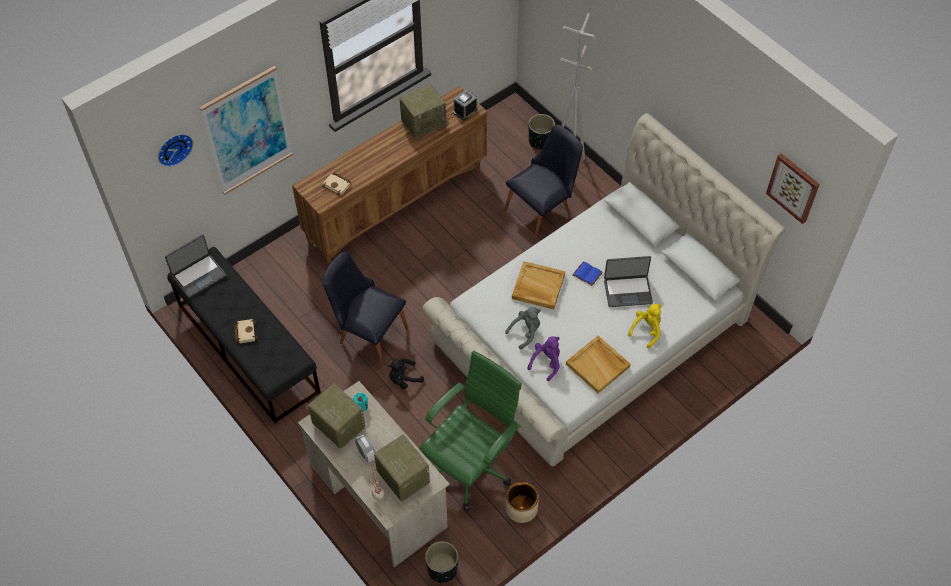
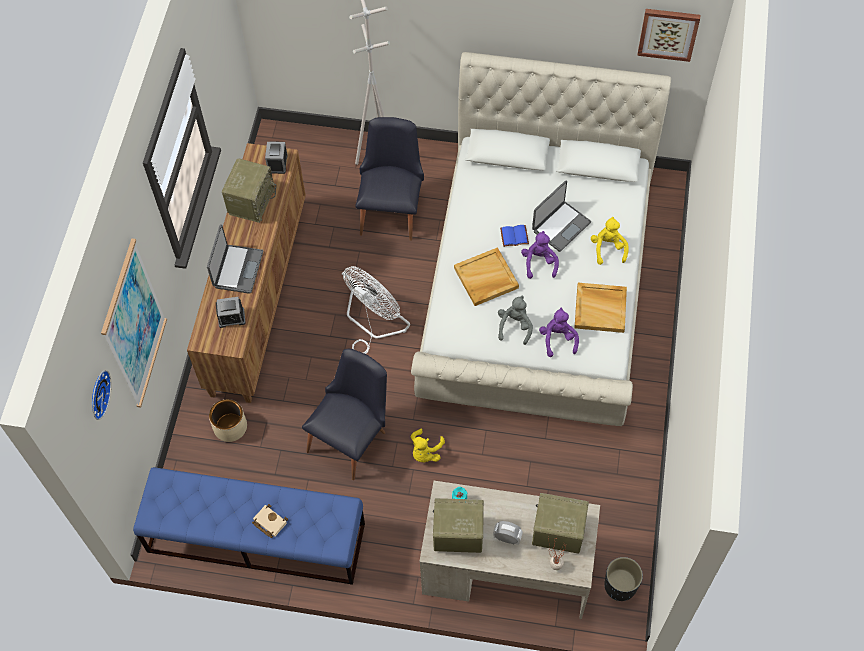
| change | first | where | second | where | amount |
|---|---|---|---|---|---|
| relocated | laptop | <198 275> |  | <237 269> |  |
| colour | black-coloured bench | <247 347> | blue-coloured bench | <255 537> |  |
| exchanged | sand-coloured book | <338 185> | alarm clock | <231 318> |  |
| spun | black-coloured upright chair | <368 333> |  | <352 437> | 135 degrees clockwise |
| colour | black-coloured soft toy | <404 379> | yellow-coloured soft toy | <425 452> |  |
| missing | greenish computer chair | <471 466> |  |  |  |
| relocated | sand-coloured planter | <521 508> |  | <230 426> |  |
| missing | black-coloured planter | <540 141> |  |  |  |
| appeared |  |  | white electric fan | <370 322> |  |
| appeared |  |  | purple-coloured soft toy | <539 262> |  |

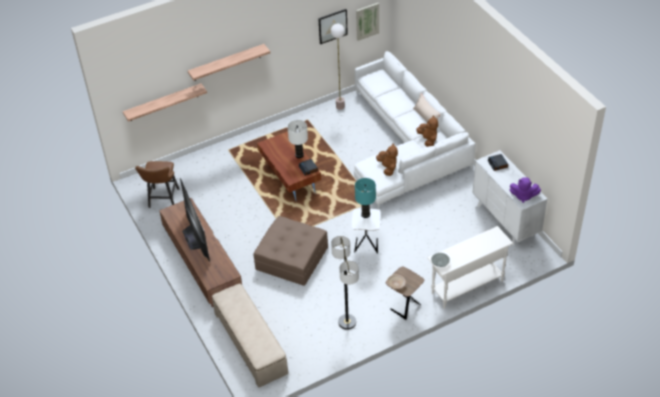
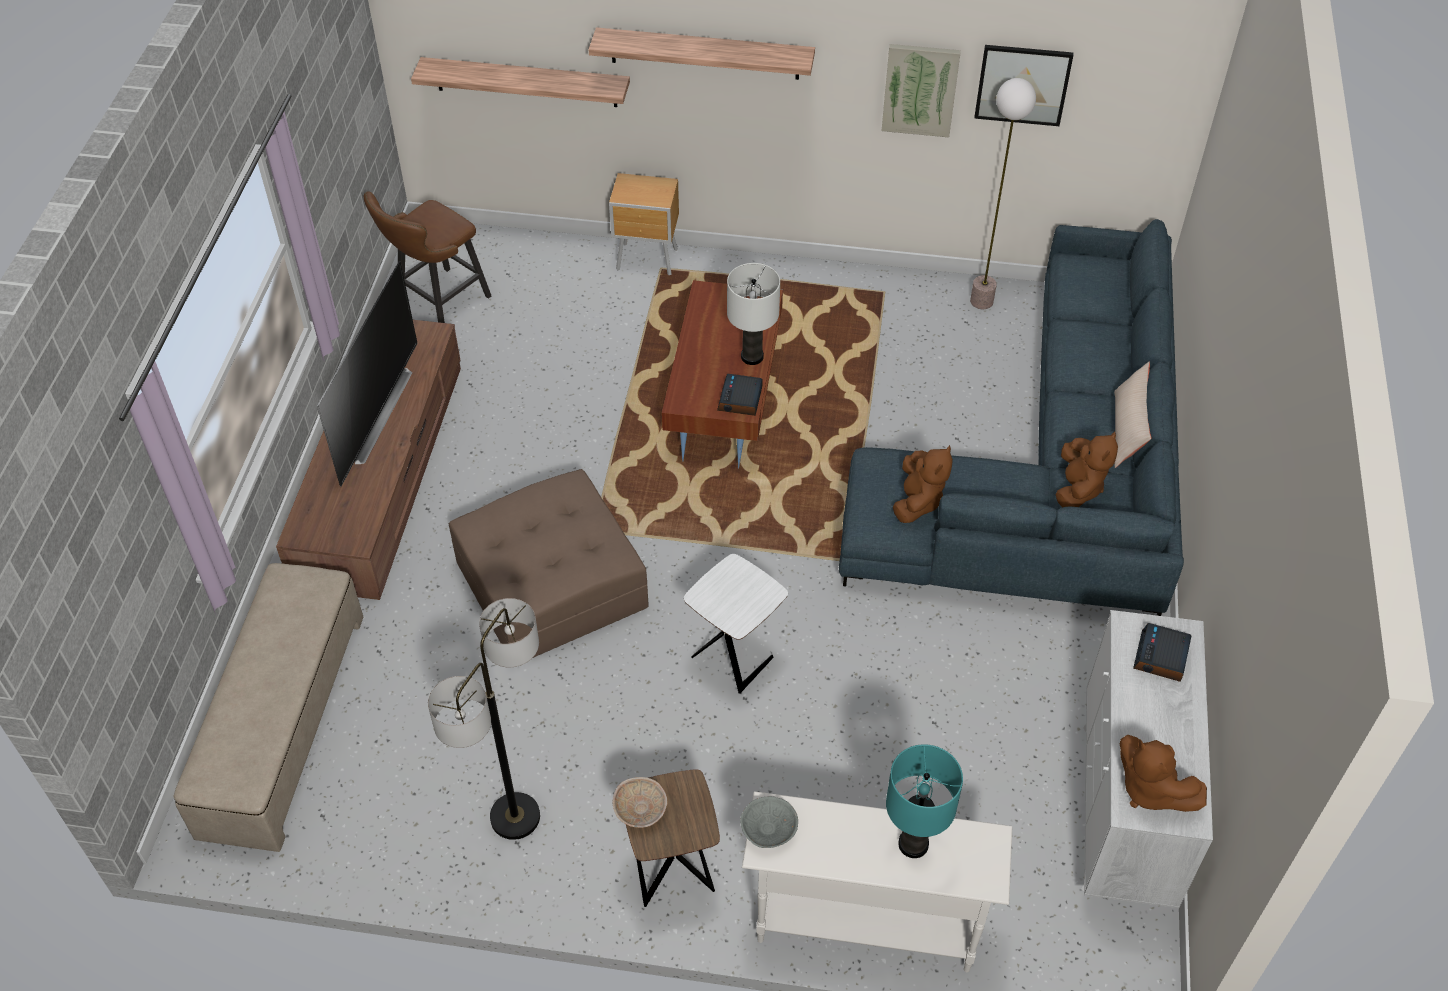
| change | first | where | second | where | amount |
|---|---|---|---|---|---|
| colour | white sofa | <406 144> | blue-coloured sofa | <1050 471> |  |
| relocated | blue-green tabletop lamp | <365 214> |  | <912 844> |  |
| relocated | wall art | <367 21> |  | <920 89> |  |
| colour | purple-coloured soft toy | <523 196> | brown soft toy | <1150 789> |  |
| appeared |  |  | brown nightstand | <648 260> |  |

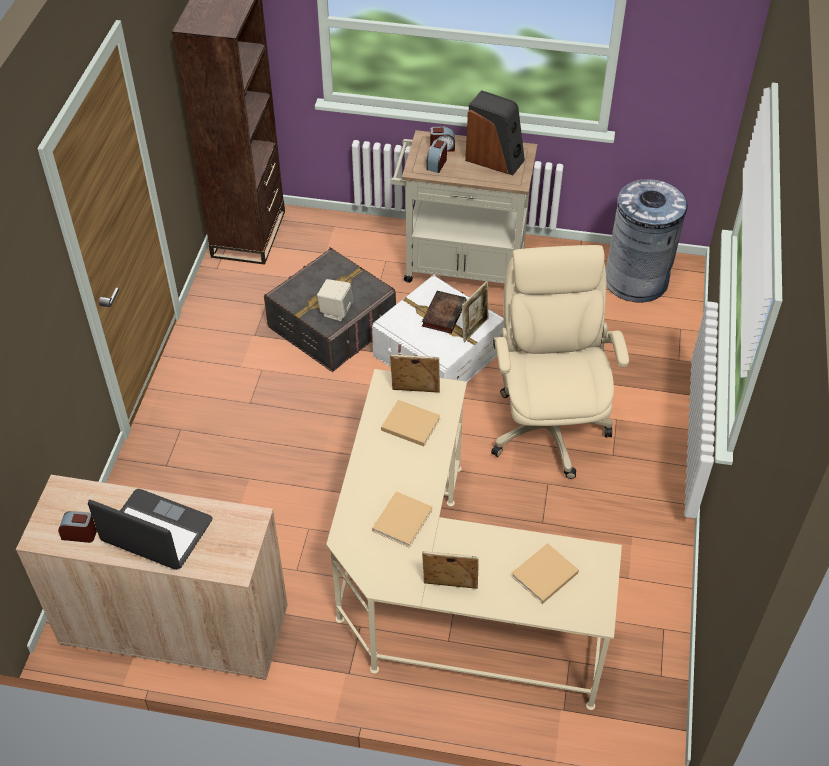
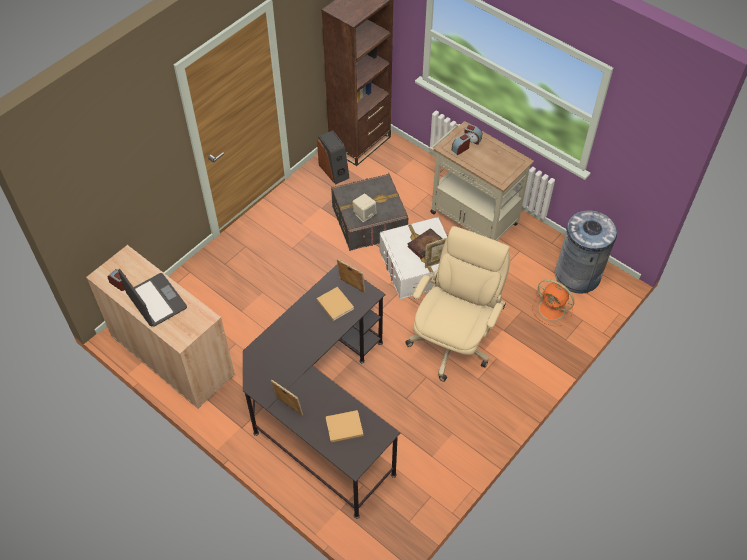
| change | first | where | second | where | amount |
|---|---|---|---|---|---|
| colour | sand-coloured desk table | <444 592> | black-coloured desk table | <322 410> |  |
| missing | sand-coloured book | <403 519> |  |  |  |
| relocated | speaker | <495 159> |  | <334 170> |  |
| appeared |  |  | orange electric fan | <553 310> |  |

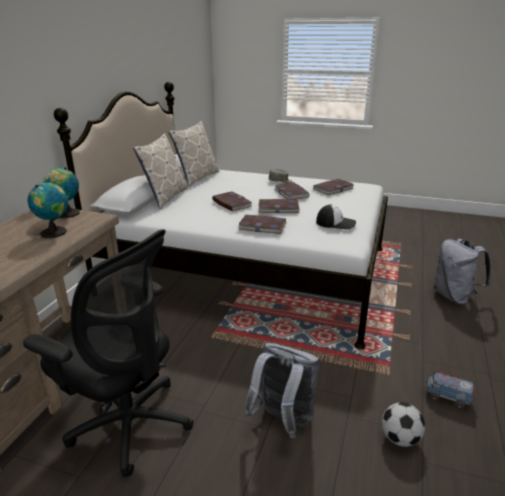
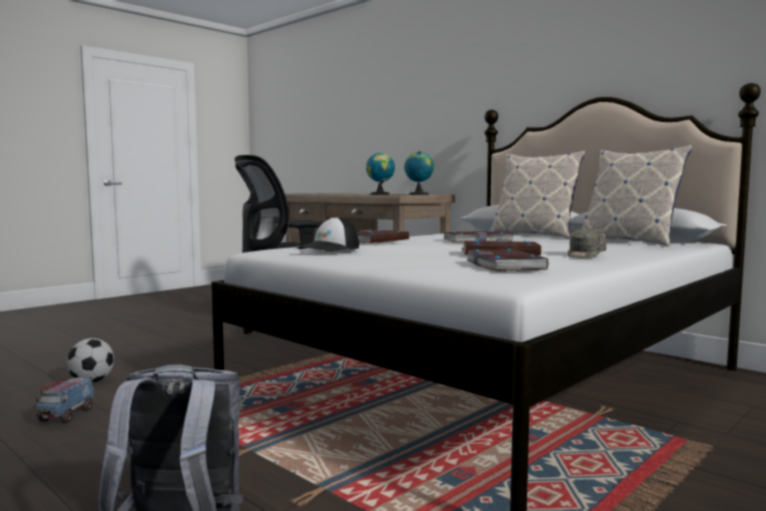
| change | first | where | second | where | amount |
|---|---|---|---|---|---|
| missing | gray backpack | <283 421> |  |  |  |
| missing | book | <278 208> |  |  |  |
| spun | toy truck | <447 398> |  | <66 415> | 135 degrees clockwise |

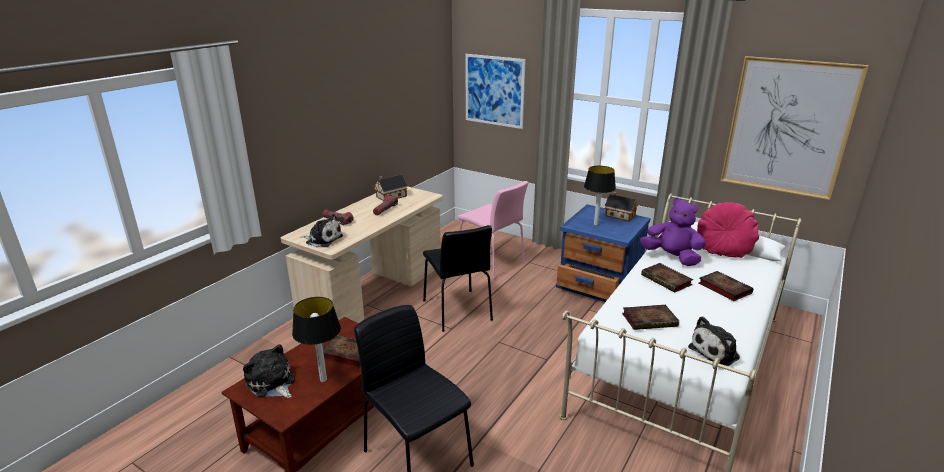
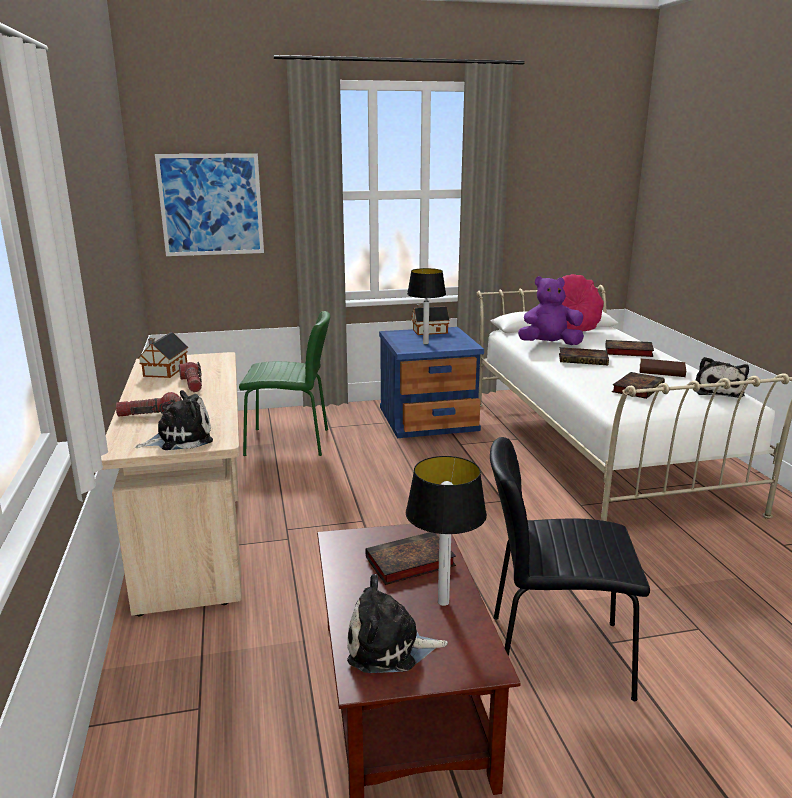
| change | first | where | second | where | amount |
|---|---|---|---|---|---|
| missing | black-coloured upright chair | <458 311> |  |  |  |
| colour | pink-coloured upright chair | <492 263> | greenish upright chair | <291 442> |  |
| missing | wall art | <788 127> |  |  |  |
| appeared |  |  | brown book | <662 371> |  |

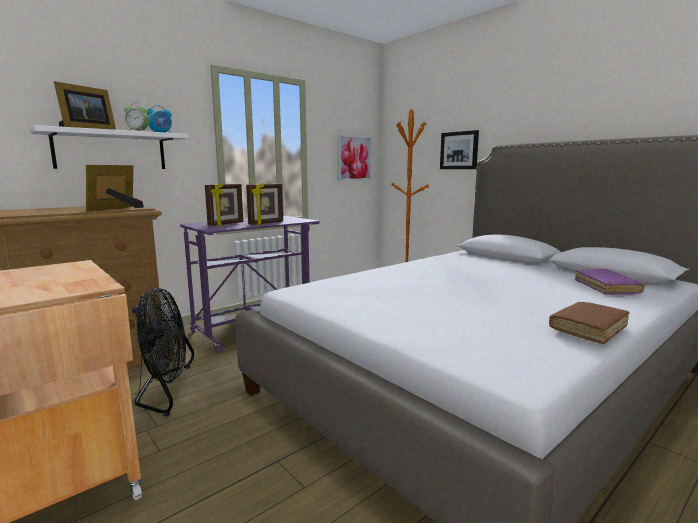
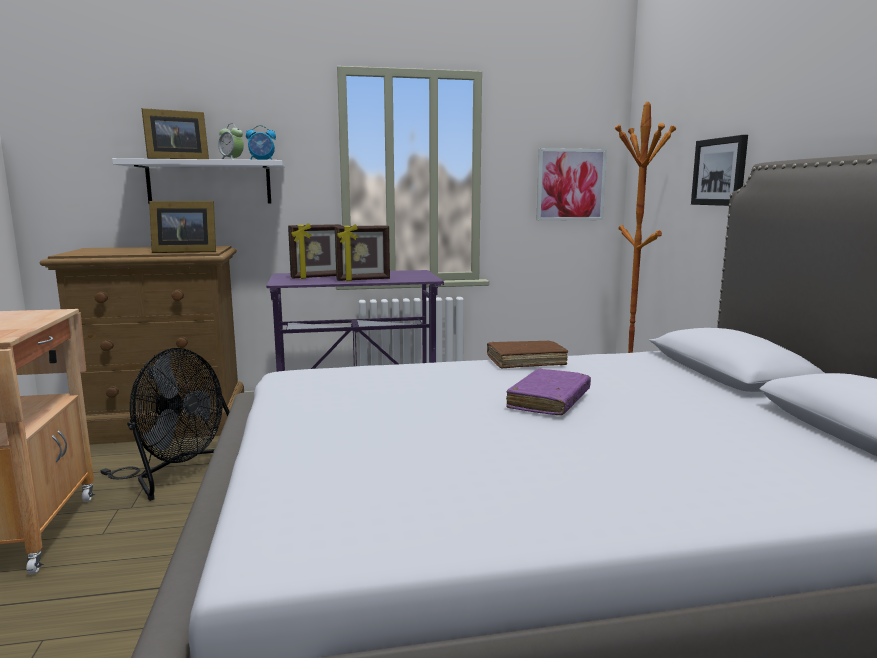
| change | first | where | second | where | amount |
|---|---|---|---|---|---|
| spun | photo frame | <117 209> |  | <183 252> | 150 degrees counterclockwise |
| relocated | brown book | <588 329> |  | <526 361> |  |
| relocated | purple-coloured book | <606 288> |  | <549 401> |  |

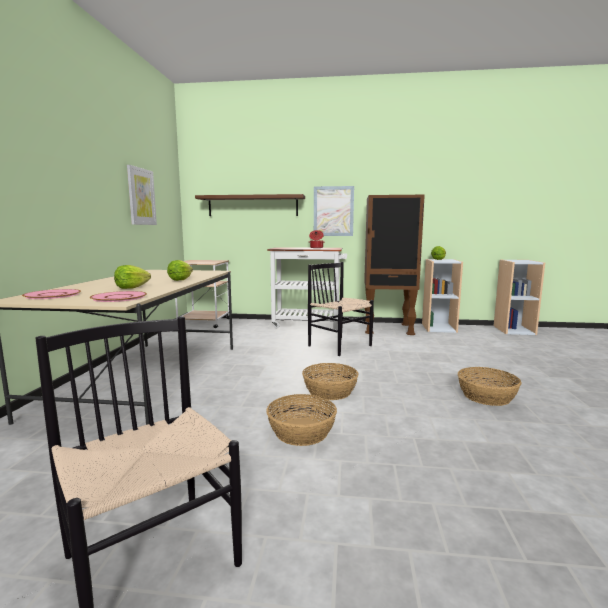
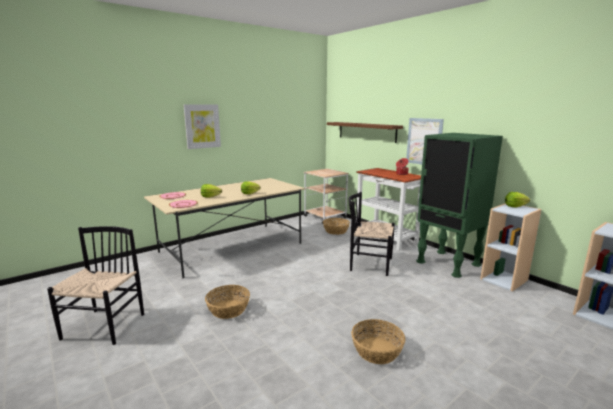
| change | first | where | second | where | amount |
|---|---|---|---|---|---|
| relocated | wall art | <141 196> |  | <202 126> |  |
| relocated | household basket | <329 391> |  | <335 231> |  |
| spun | black-coloured upright chair | <338 345> |  | <369 264> | 75 degrees counterclockwise |
| colour | brown cupboard | <388 328> | greenish cupboard | <448 263> |  |

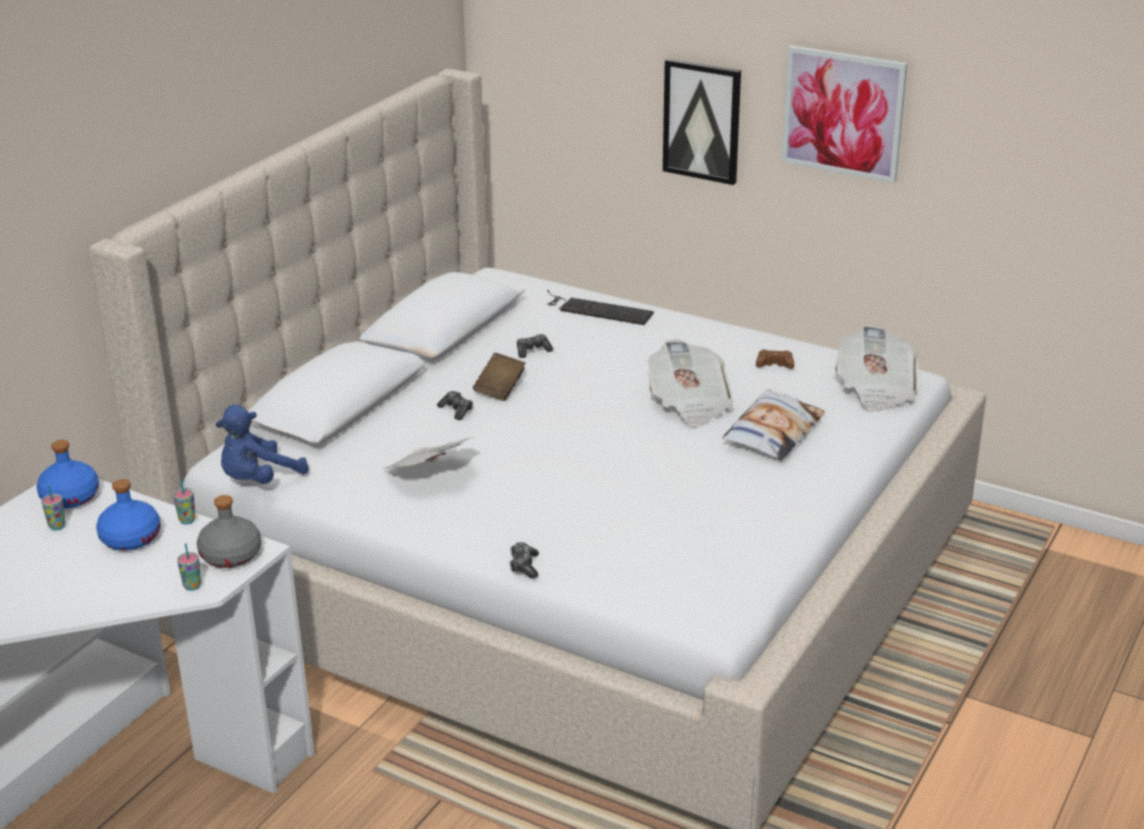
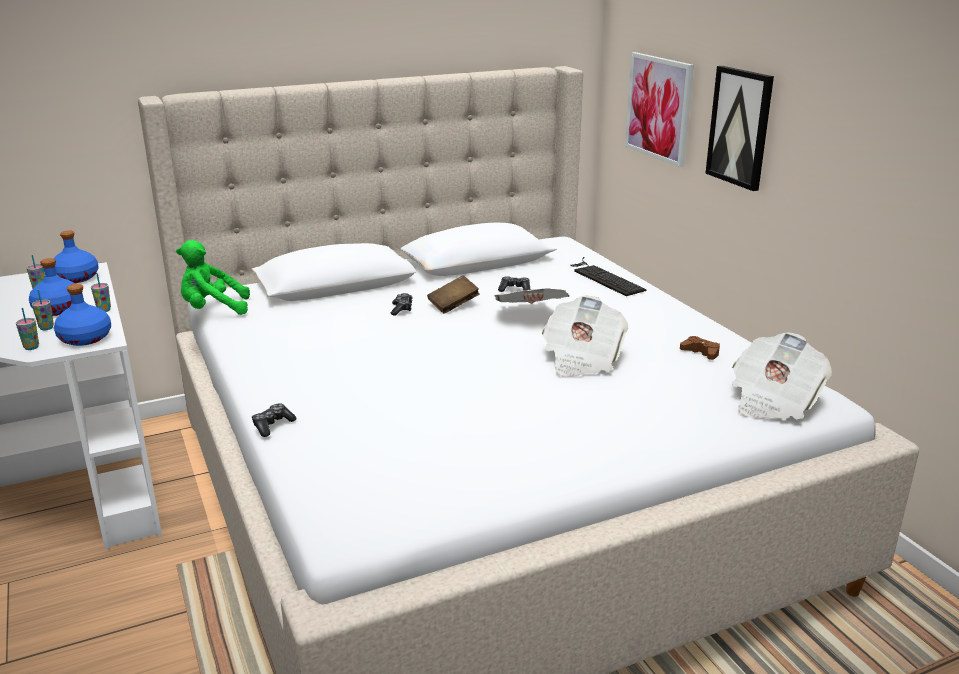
| change | first | where | second | where | amount |
|---|---|---|---|---|---|
| colour | gray bottle | <231 556> | blue-coloured bottle | <84 338> |  |
| colour | blue-coloured soft toy | <258 480> | greenish soft toy | <213 310> |  |
| relocated | printed paper | <429 474> |  | <530 316> |  |
| missing | cushion | <772 432> |  |  |  |
| relocated | wall art | <843 113> |  | <659 108> |  |
| appeared |  |  | cup | <46 328> |  |

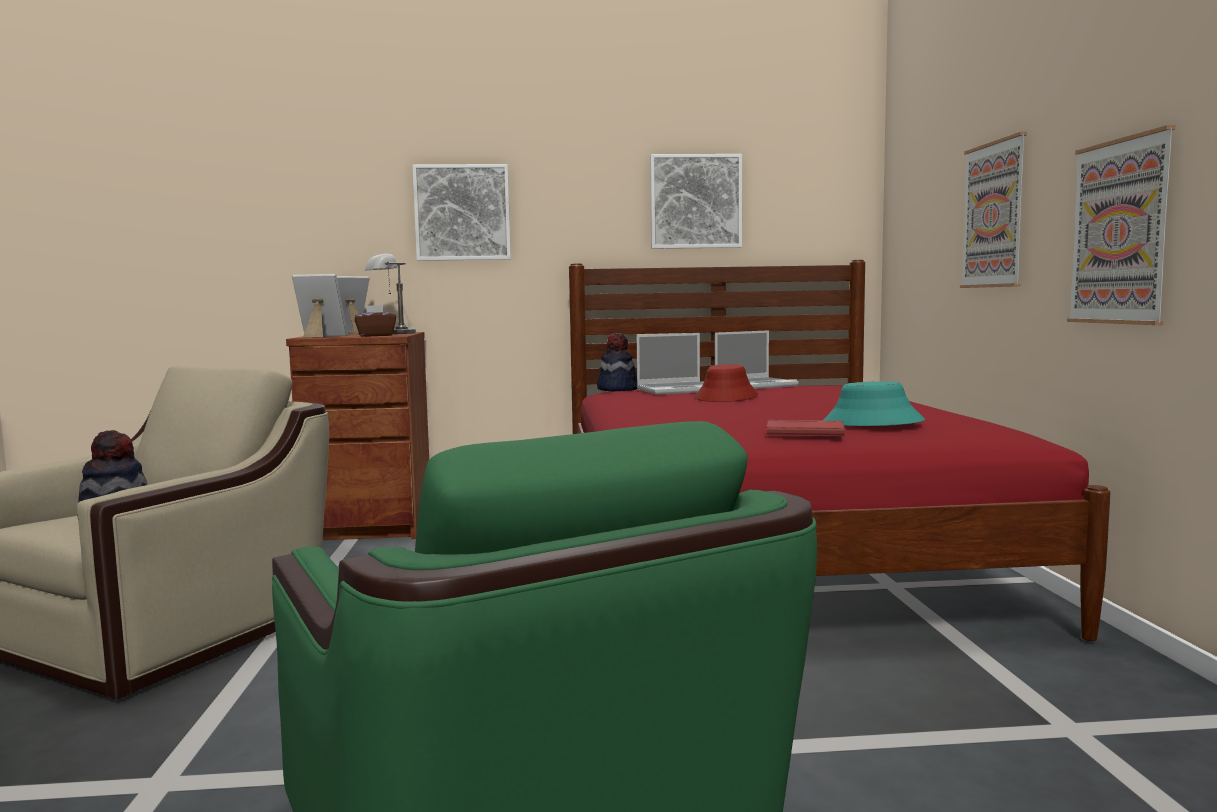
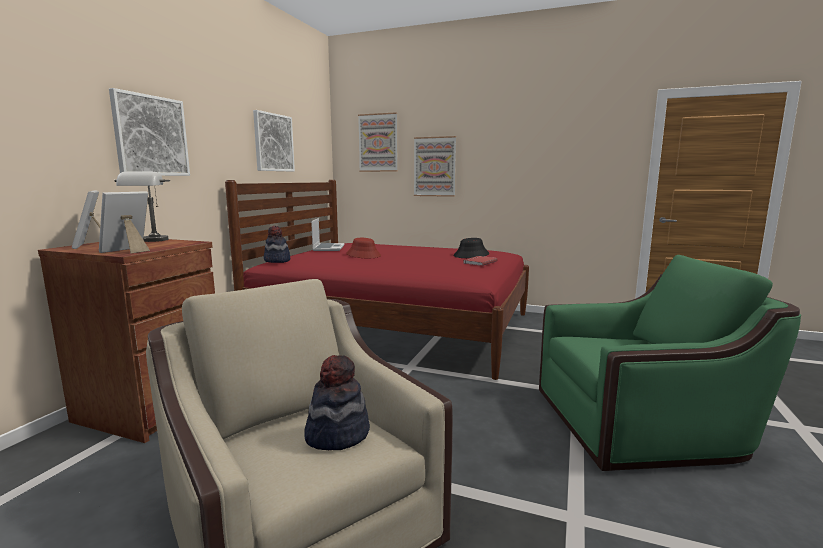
| change | first | where | second | where | amount |
|---|---|---|---|---|---|
| missing | brown tissue holder | <376 336> |  |  |  |
| missing | laptop | <678 390> |  |  |  |
| colour | blue-green wearable hat | <872 423> | black-coloured wearable hat | <471 255> |  |
| relocated | wall art | <1120 232> |  | <378 143> |  |

